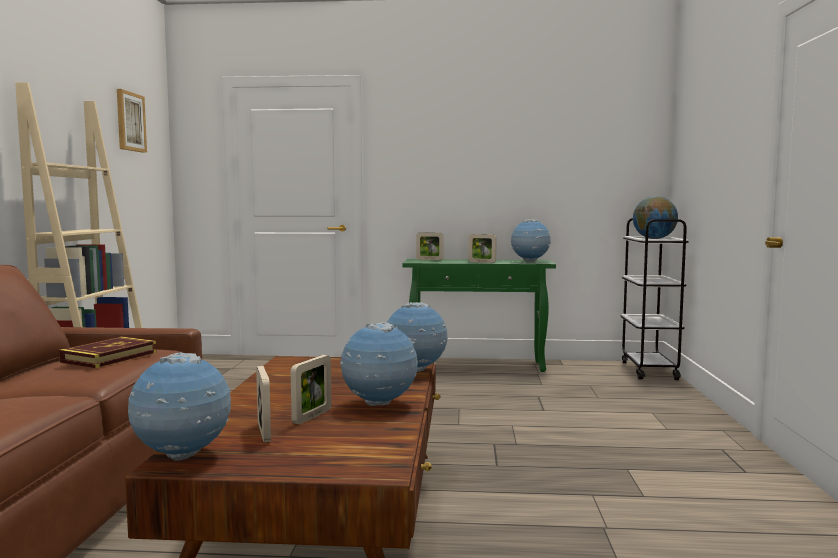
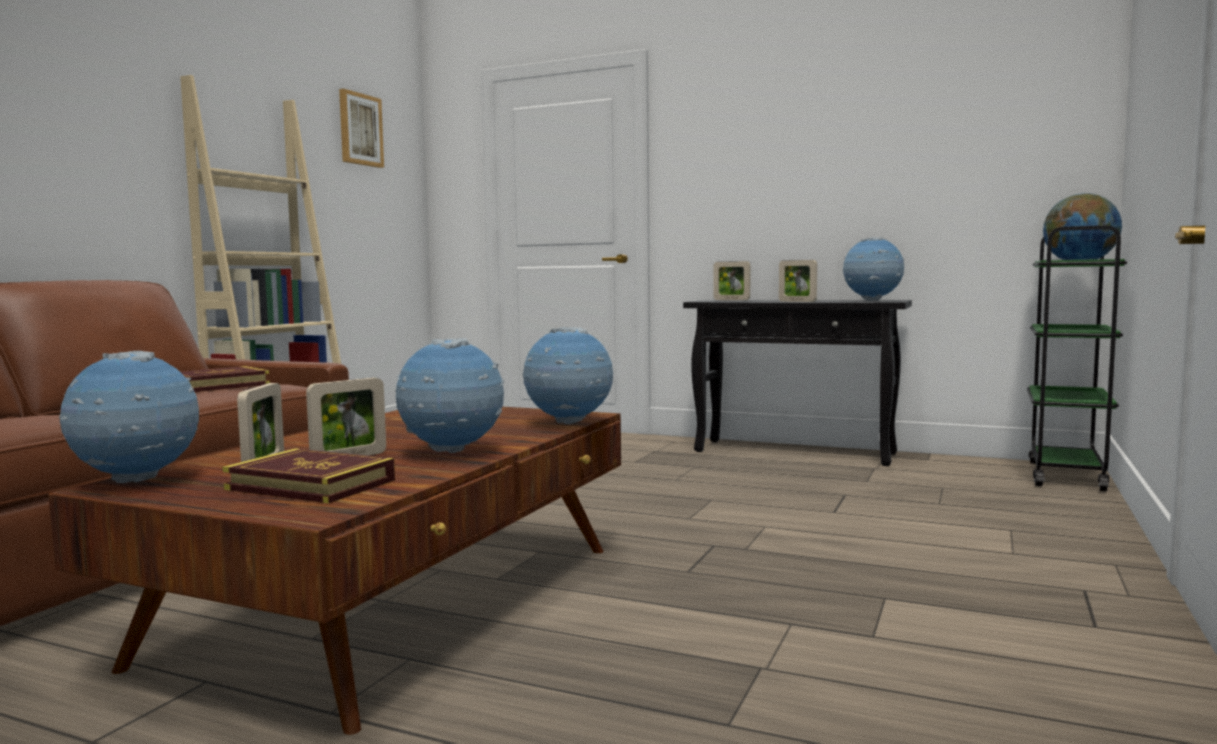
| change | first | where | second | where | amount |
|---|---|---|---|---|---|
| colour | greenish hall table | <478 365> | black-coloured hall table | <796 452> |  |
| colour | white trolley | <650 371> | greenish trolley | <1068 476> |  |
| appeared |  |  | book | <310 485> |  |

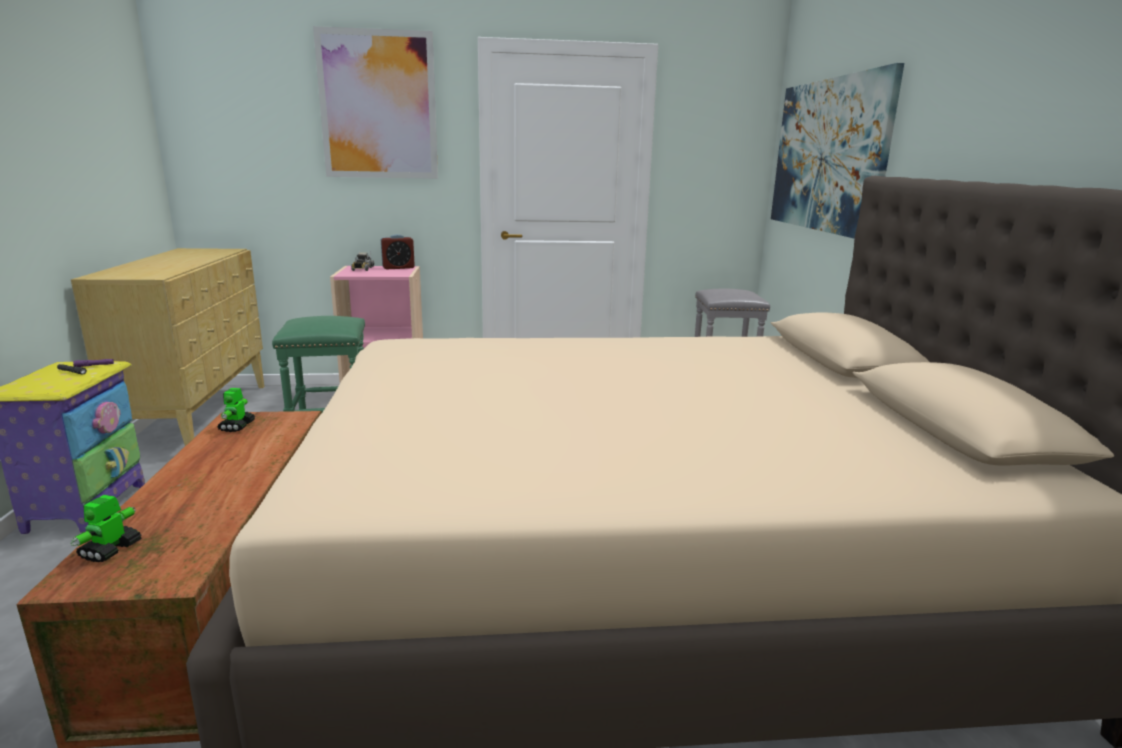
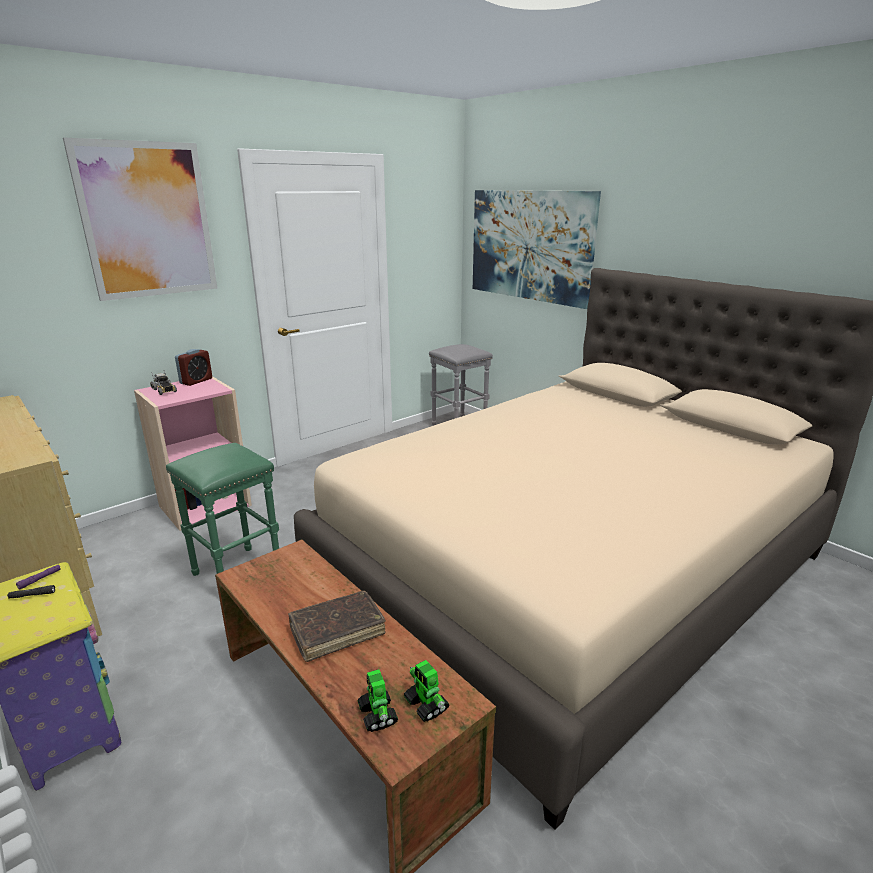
| change | first | where | second | where | amount |
|---|---|---|---|---|---|
| relocated | toy robot | <237 426> |  | <426 705> |  |
| appeared |  |  | brown book | <337 631> |  |

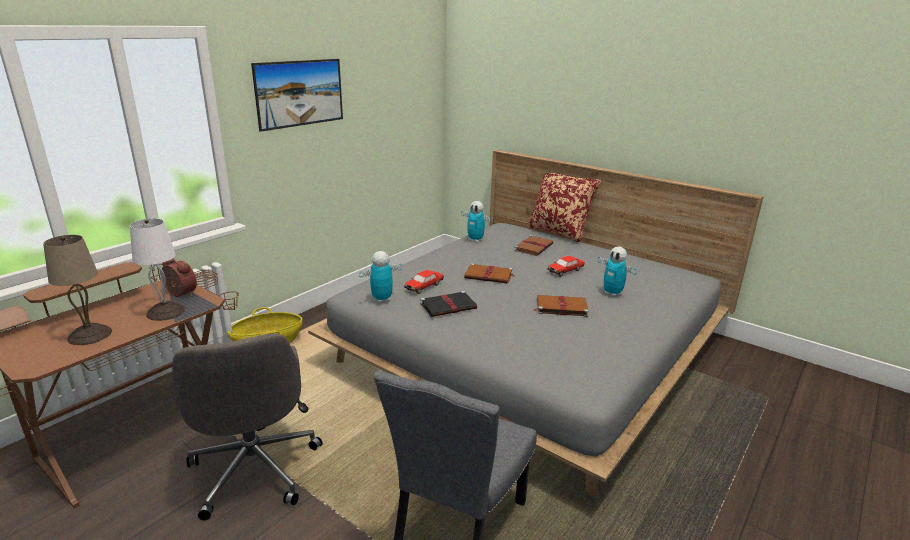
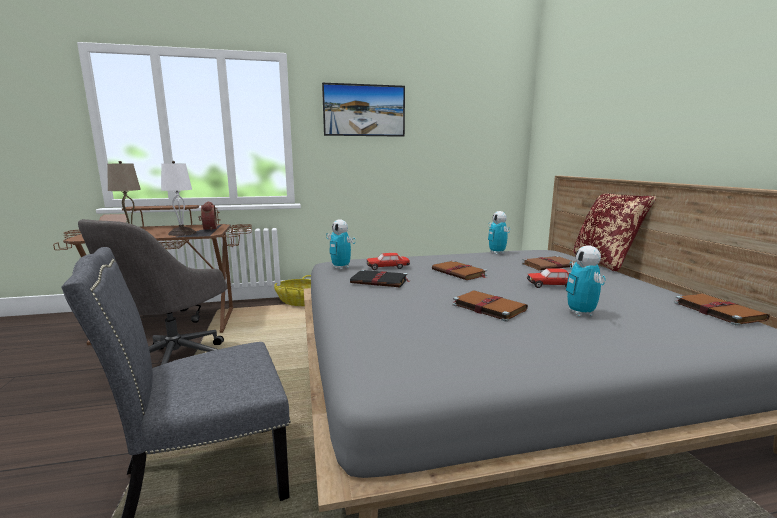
| change | first | where | second | where | amount |
|---|---|---|---|---|---|
| spun | toy robot | <382 299> |  | <341 267> | 150 degrees counterclockwise |
| appeared |  |  | brown book | <717 311> |  |

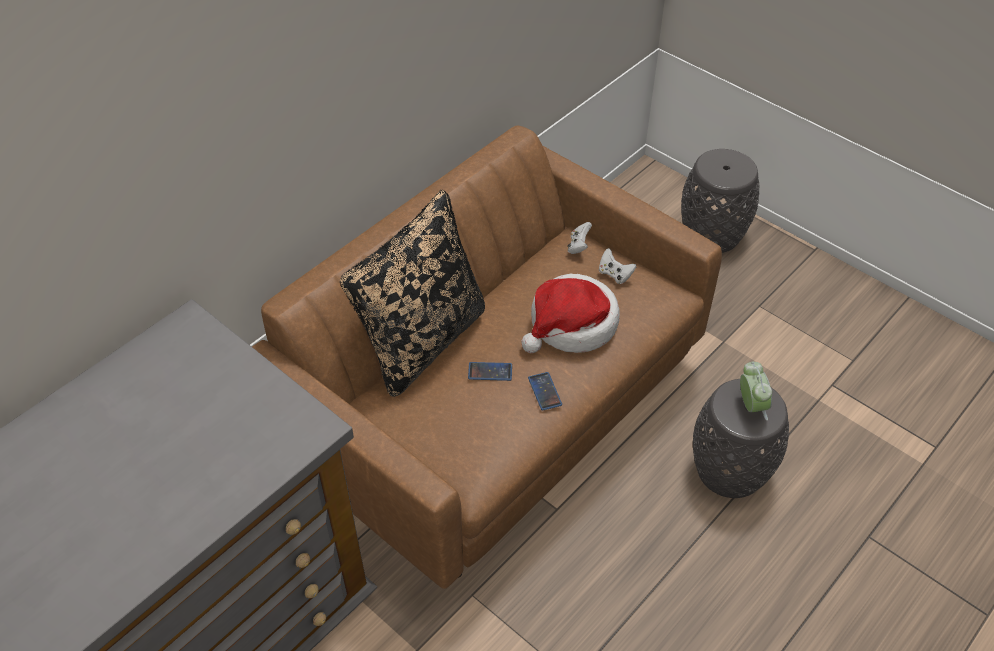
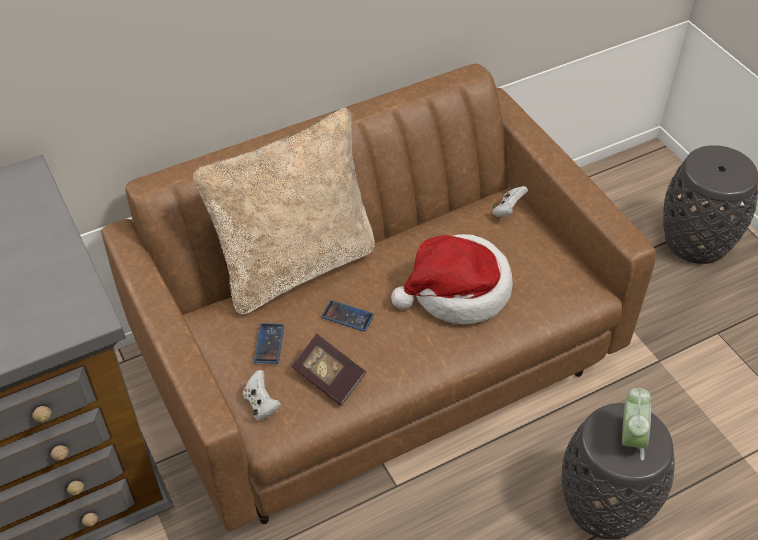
| change | first | where | second | where | amount |
|---|---|---|---|---|---|
| colour | black-coloured cushion | <425 343> | sand-coloured cushion | <298 268> |  |
| relocated | phone | <545 391> |  | <269 344> |  |
| relocated | white gamepad | <615 274> |  | <261 404> |  |
| appeared |  |  | book | <329 378> |  |

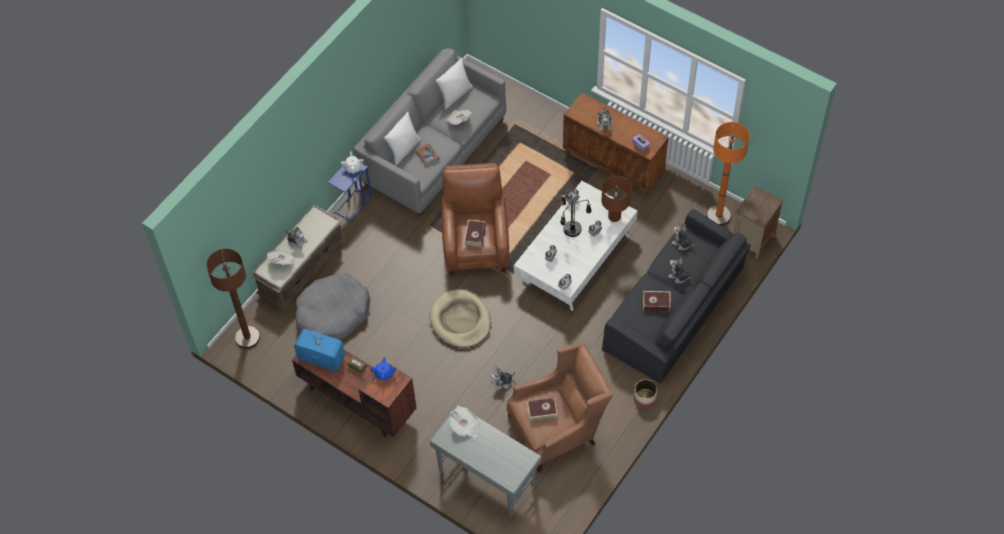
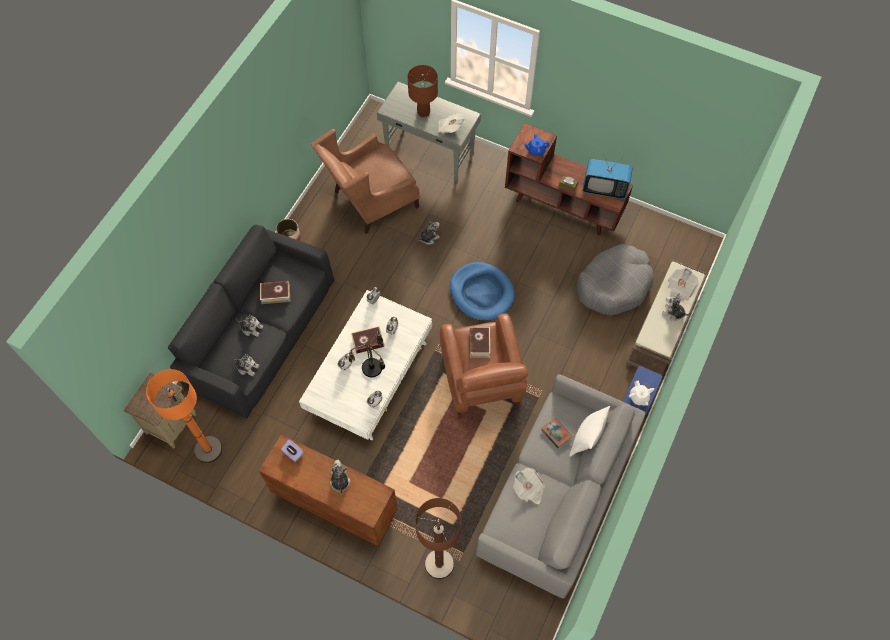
| change | first | where | second | where | amount |
|---|---|---|---|---|---|
| relocated | brown standing lamp | <247 338> |  | <439 564> |  |
| colour | sand-coloured dog bed | <460 321> | blue-coloured dog bed | <481 293> |  |
| missing | white cushion | <455 95> |  |  |  |
| relocated | book | <542 411> |  | <368 342> |  |
| relocated | brown tabletop lamp | <614 217> |  | <423 112> |  |

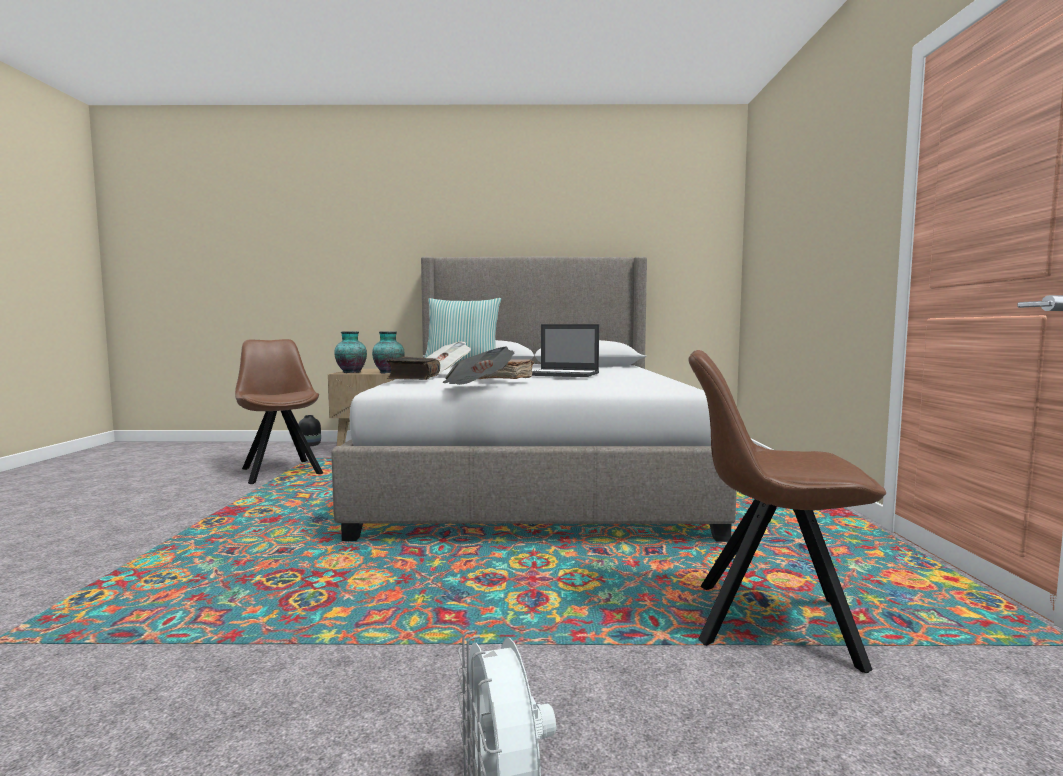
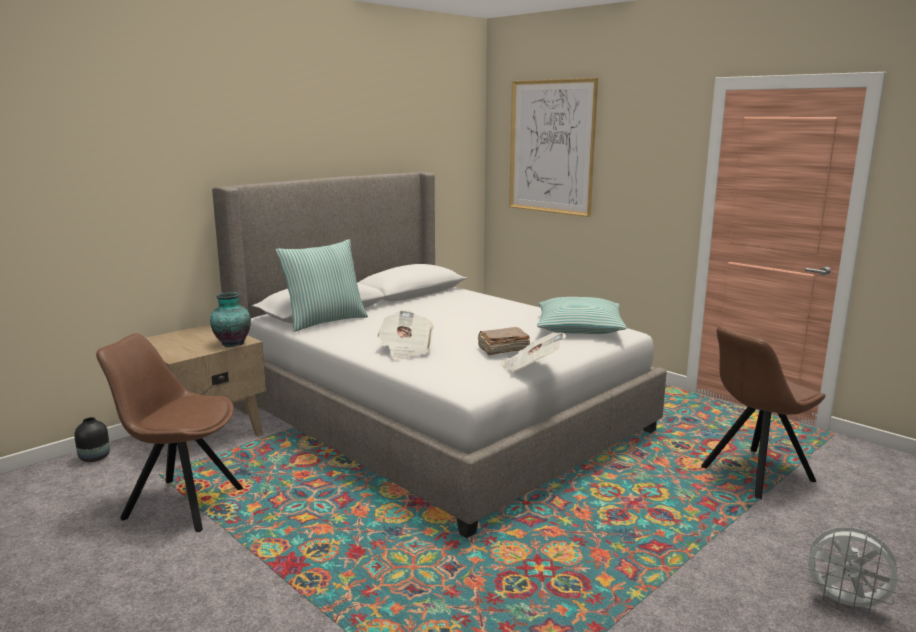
| change | first | where | second | where | amount |
|---|---|---|---|---|---|
| missing | vase | <350 372> |  |  |  |
| missing | book | <413 378> |  |  |  |
| missing | laptop | <564 374> |  |  |  |
| appeared |  |  | wall art | <551 147> |  |
| appeared |  |  | cushion | <579 328> |  |

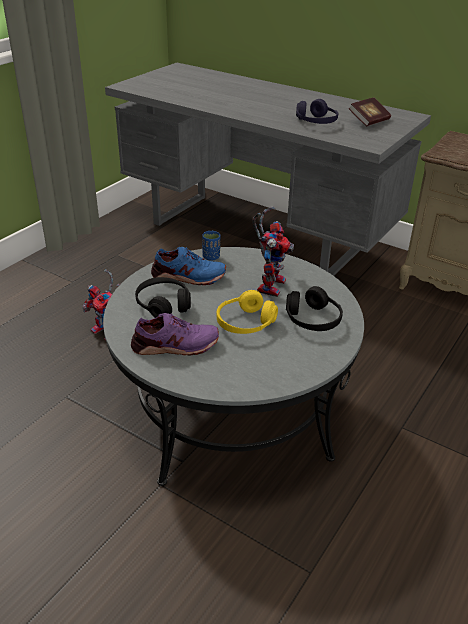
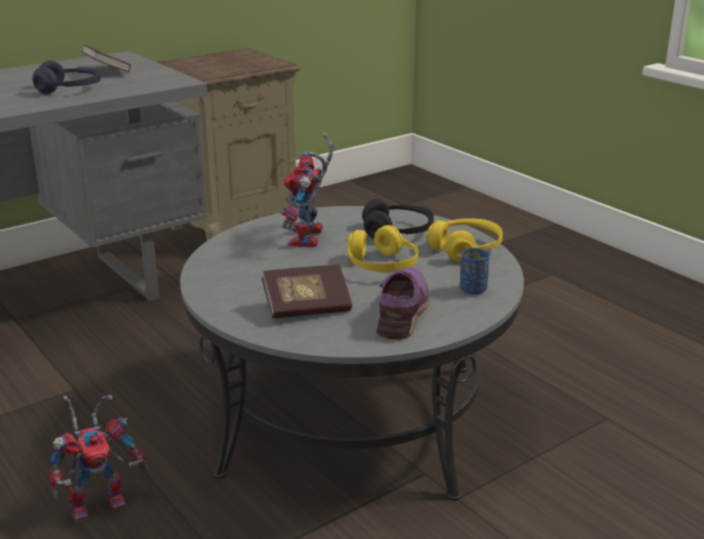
| change | first | where | second | where | amount |
|---|---|---|---|---|---|
| exchanged | black-coloured pair of headphones | <163 305> | book | <307 308> |  |
| missing | blue-coloured shoe | <188 276> |  |  |  |
| relocated | blue-coloured cup | <211 257> |  | <473 289> |  |
| spun | toy robot | <269 283> |  | <308 240> | 120 degrees counterclockwise |
| appeared |  |  | yellow-coloured pair of headphones | <465 249> |  |

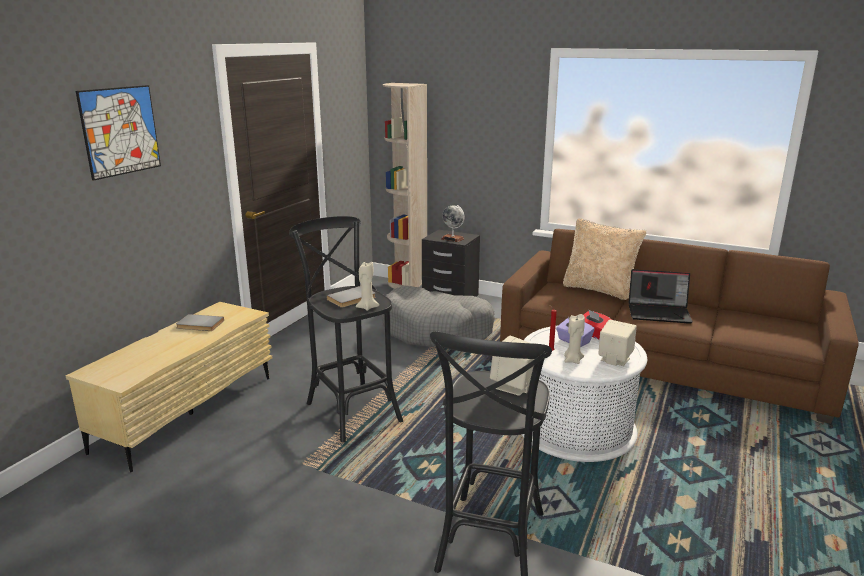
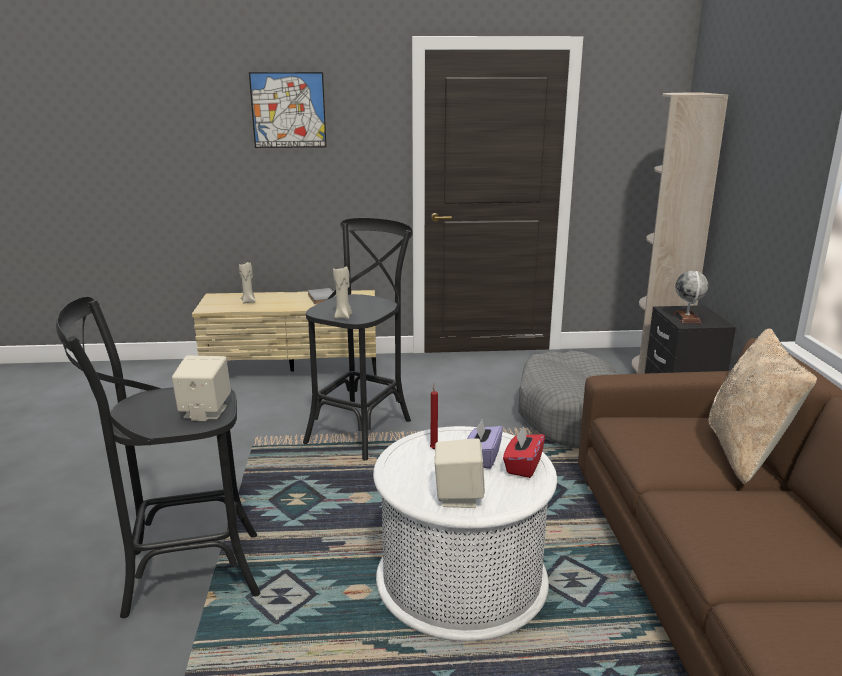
| change | first | where | second | where | amount |
|---|---|---|---|---|---|
| missing | gray book | <352 299> |  |  |  |
| relocated | sand-coloured wax candle | <572 360> |  | <249 301> |  |
| missing | laptop | <659 312> |  |  |  |

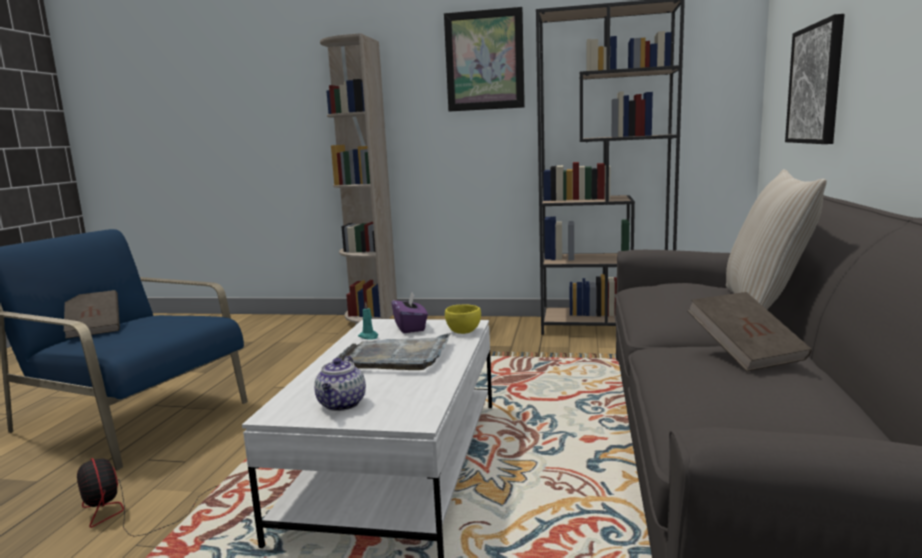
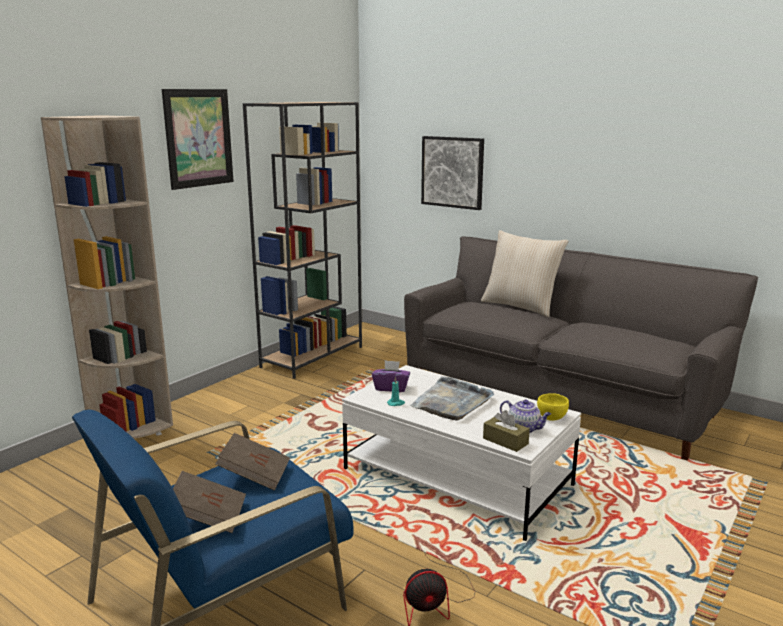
| change | first | where | second | where | amount |
|---|---|---|---|---|---|
| relocated | yellow-coloured deep dish | <464 331> |  | <552 417> |  |
| relocated | brown book | <746 353> |  | <255 475> |  |
| appeared |  |  | brown tissue holder | <505 441> |  |

